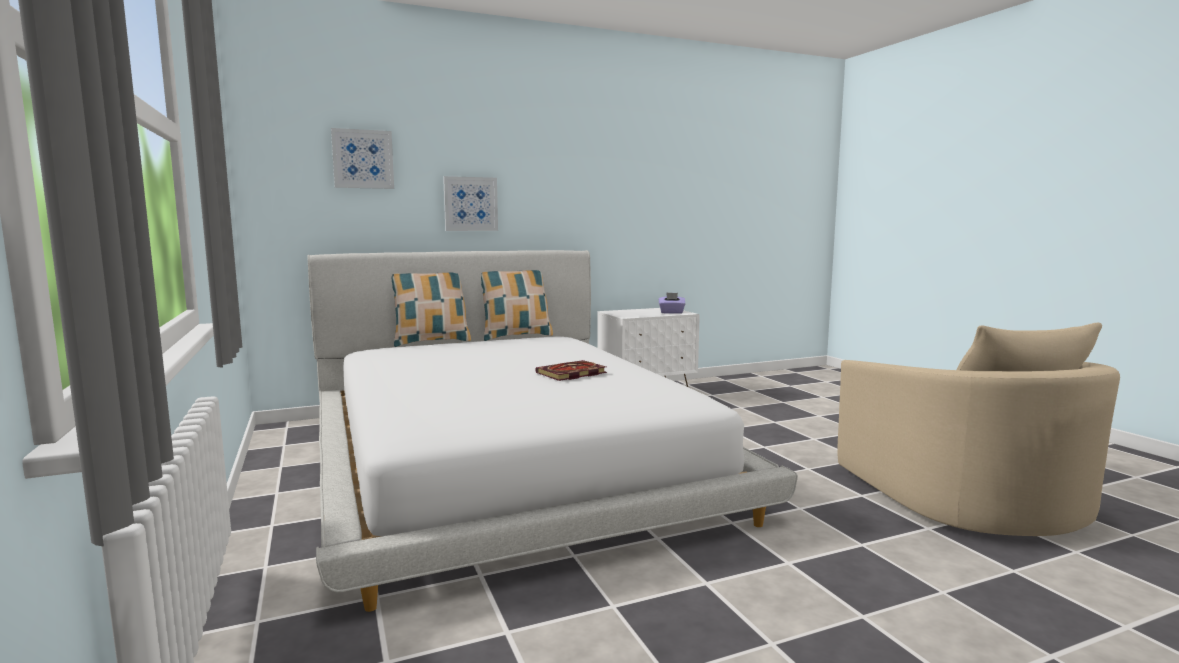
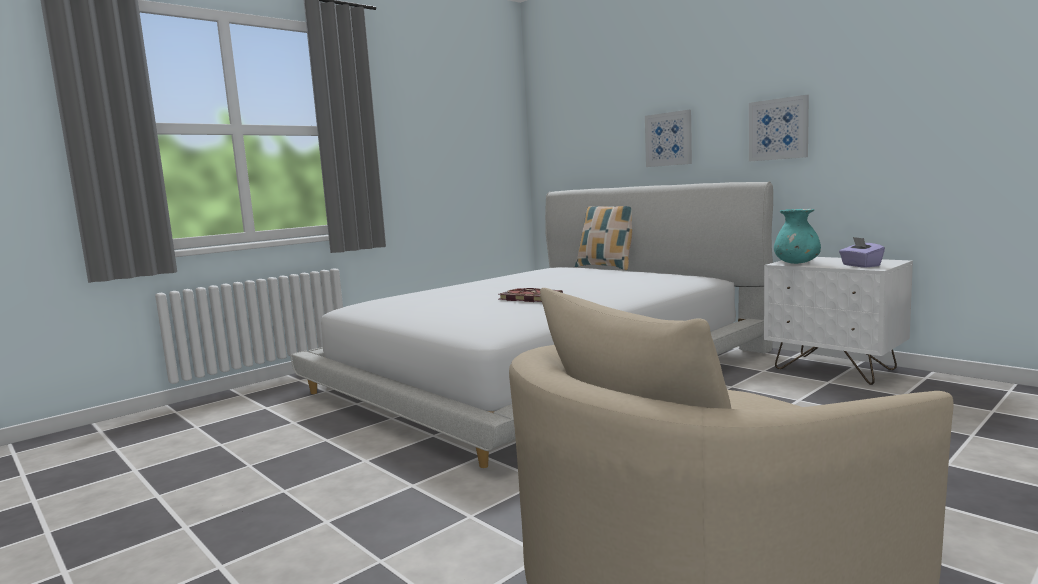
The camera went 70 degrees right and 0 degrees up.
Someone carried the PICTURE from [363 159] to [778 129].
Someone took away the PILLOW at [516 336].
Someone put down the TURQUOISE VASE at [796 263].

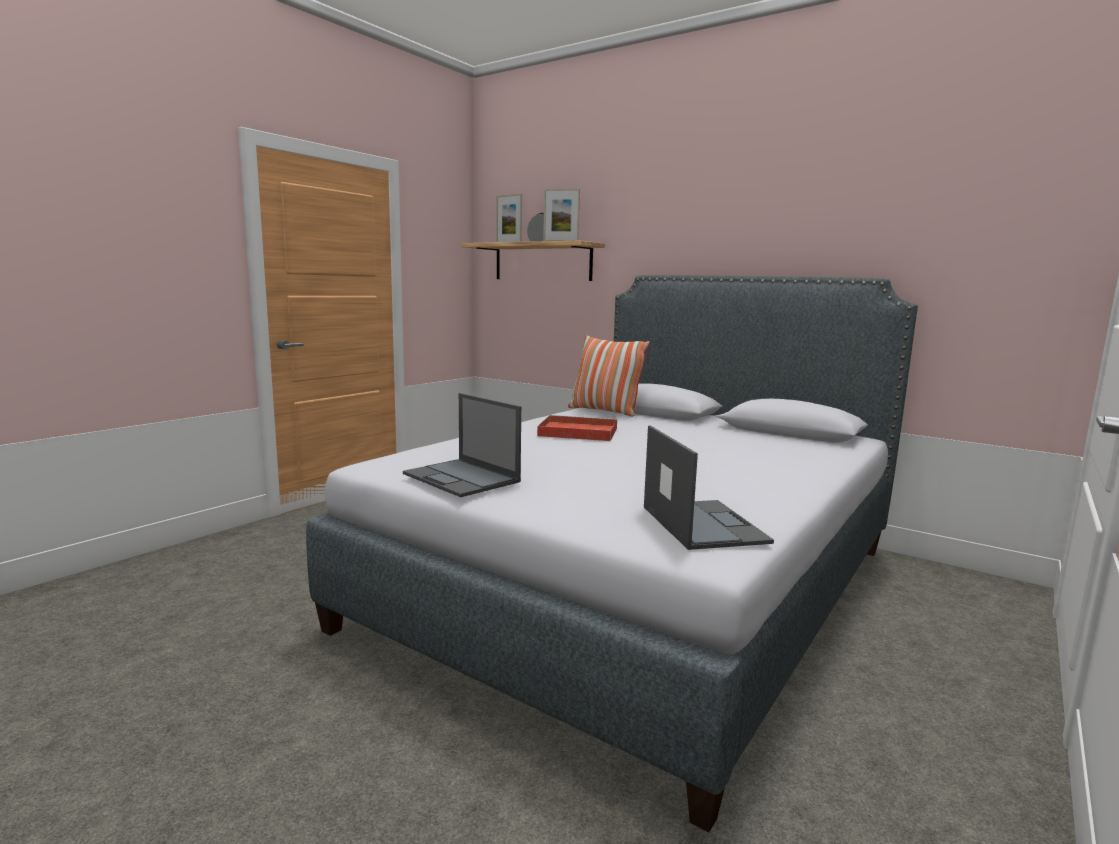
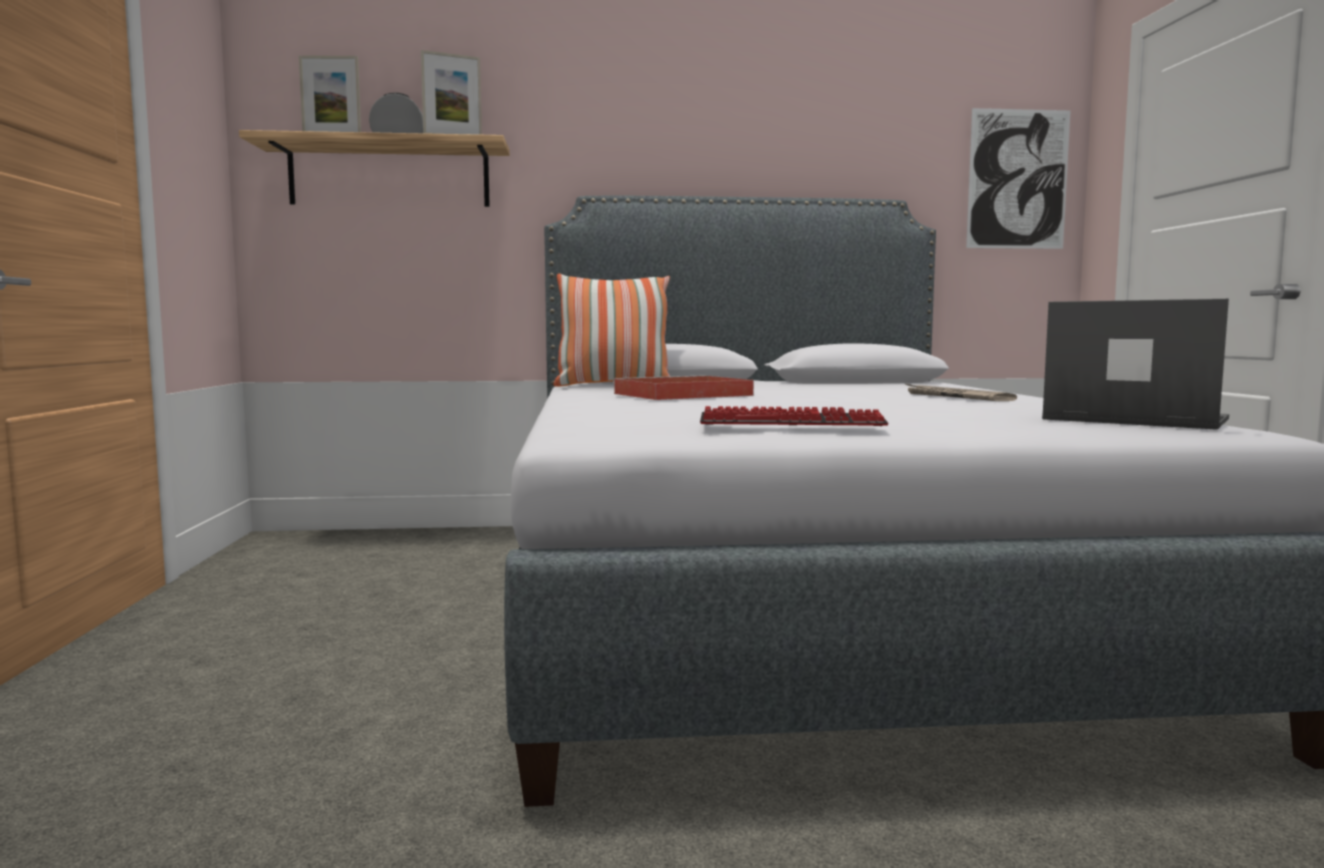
The camera went 40 degrees left and 5 degrees down.
Someone swapped the LAPTOP at [462 478] for the KEYBOARD at [791 423].
Someone put down the NEWSPAPER at [955 397].
Someone put up the PICTURE at [1018 179].

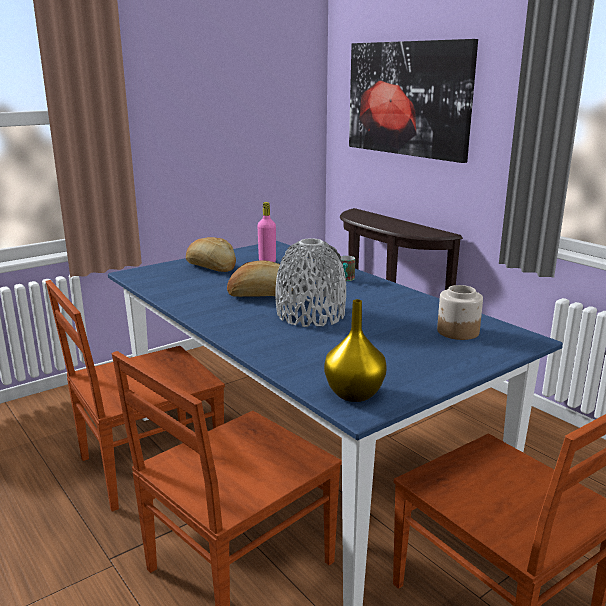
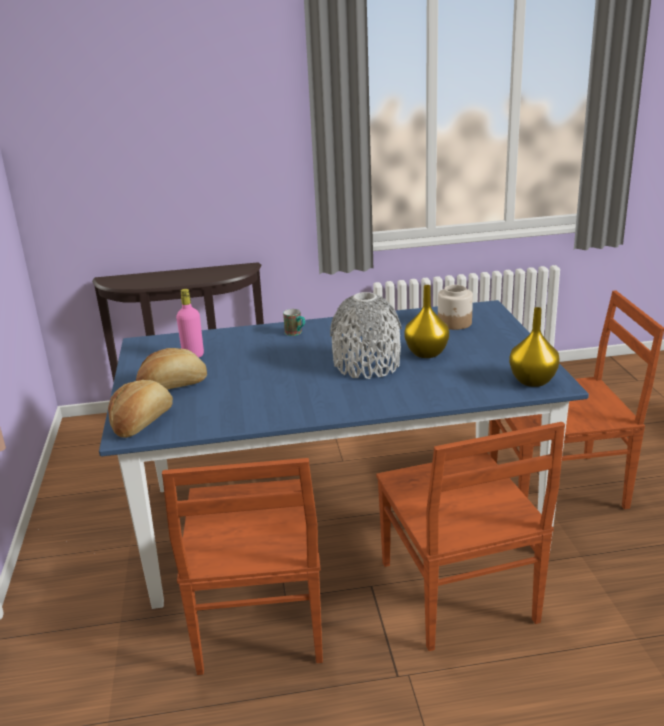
The camera went 60 degrees left and 5 degrees up.
Someone carried the BREAD from [260 295] to [142 422].
Someone took away the PICTURE at [408 99].
Someone put down the YELLOW VASE at [426 353].

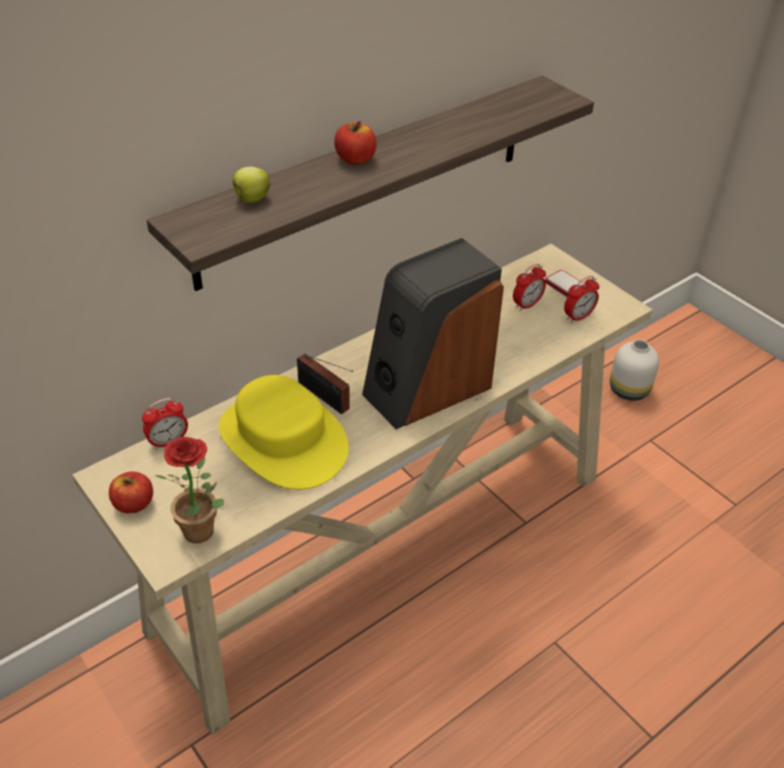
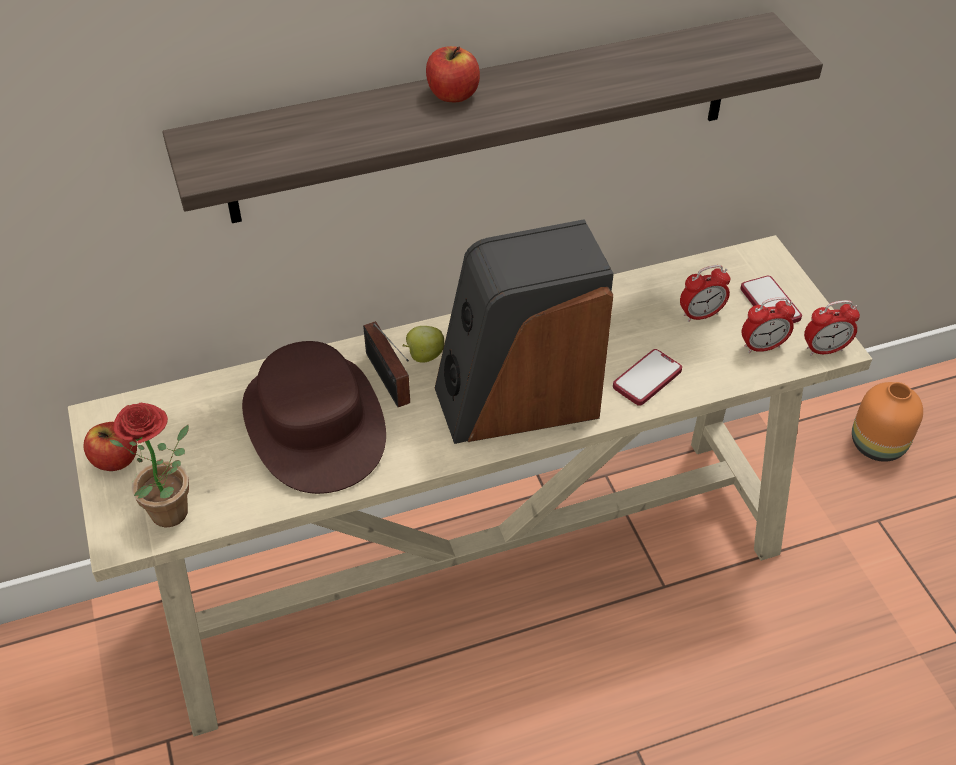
The camera went 20 degrees right and 5 degrees up.
Someone carried the ALARM CLOCK from [168 441] to [824 349].
Someone repainted the YELLOW HAT at [282 440], which became the BROWN HAT at [314 423].
Someone carried the APPLE from [251 199] to [424 356].
Someone repainted the WHITE VASE at [627 389], which became the ORANGE VASE at [876 443].
Someone put down the PHONE at [647 379].

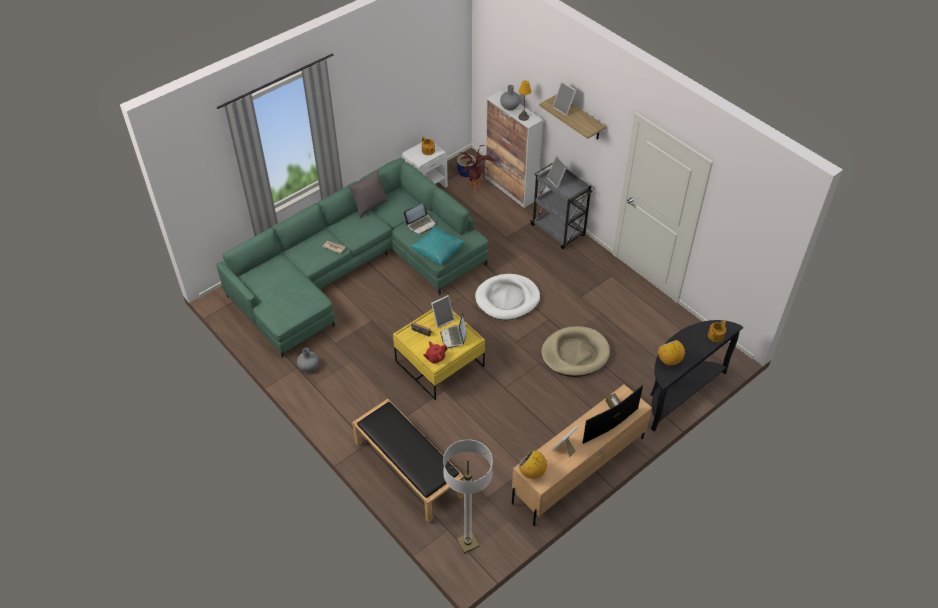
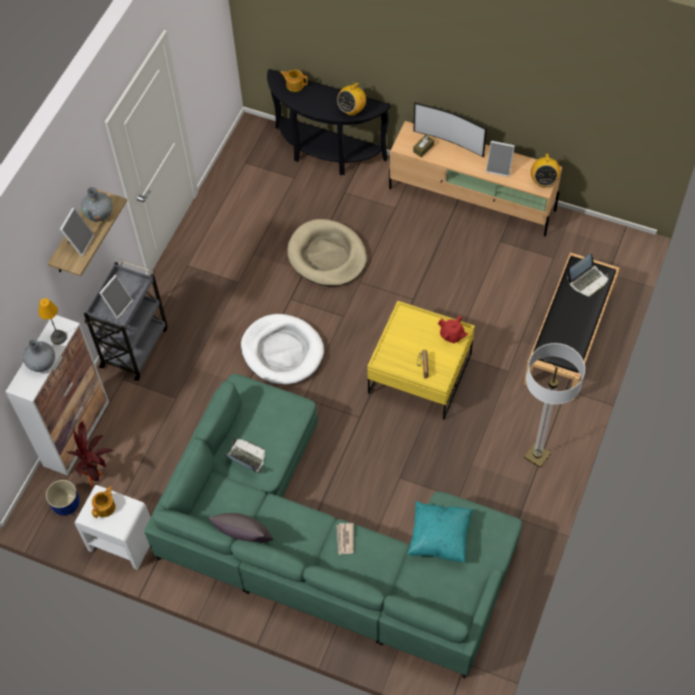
The camera went 115 degrees left and 10 degrees up.
Someone carried the GREY VASE from [309 367] to [99 214].
Someone carried the TURQUOISE PILLOW from [437 253] to [439 538].
Someone took away the PICTURE FRAME at [442 319].
Someone carried the LAPTOP from [454 337] to [587 281].
Someone carried the FLOOR LAMP from [468 543] to [537 455].

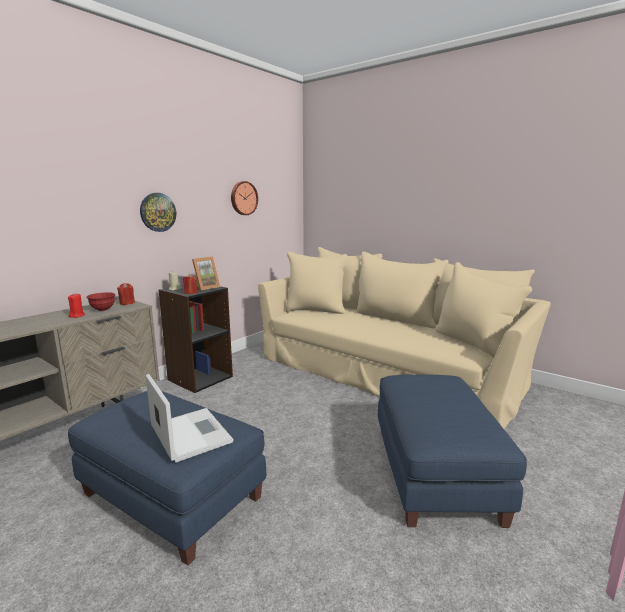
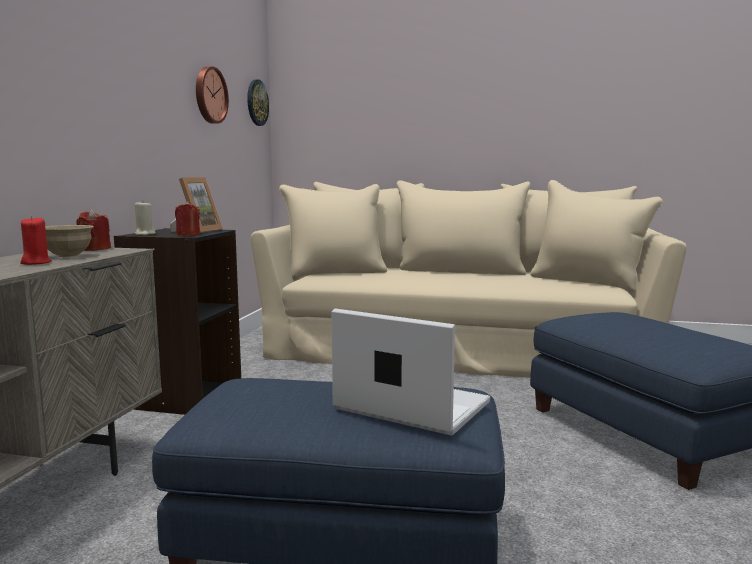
The camera went 25 degrees left and 5 degrees down.
Someone repainted the RED BOWL at [103 309], which became the BEIGE BOWL at [68 256].
Someone carried the WALL CLOCK from [158 212] to [257 102].

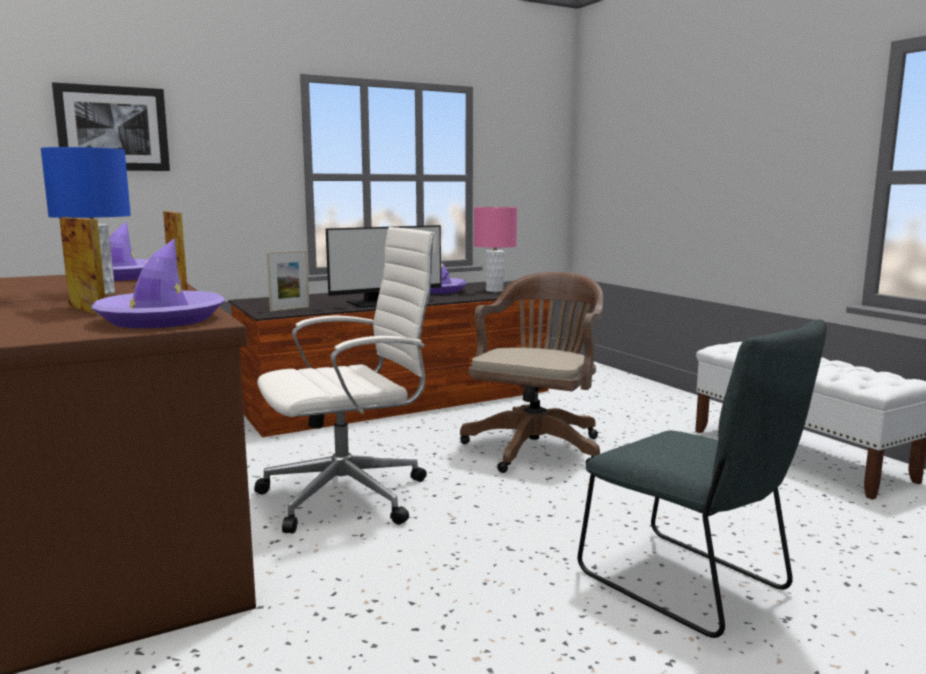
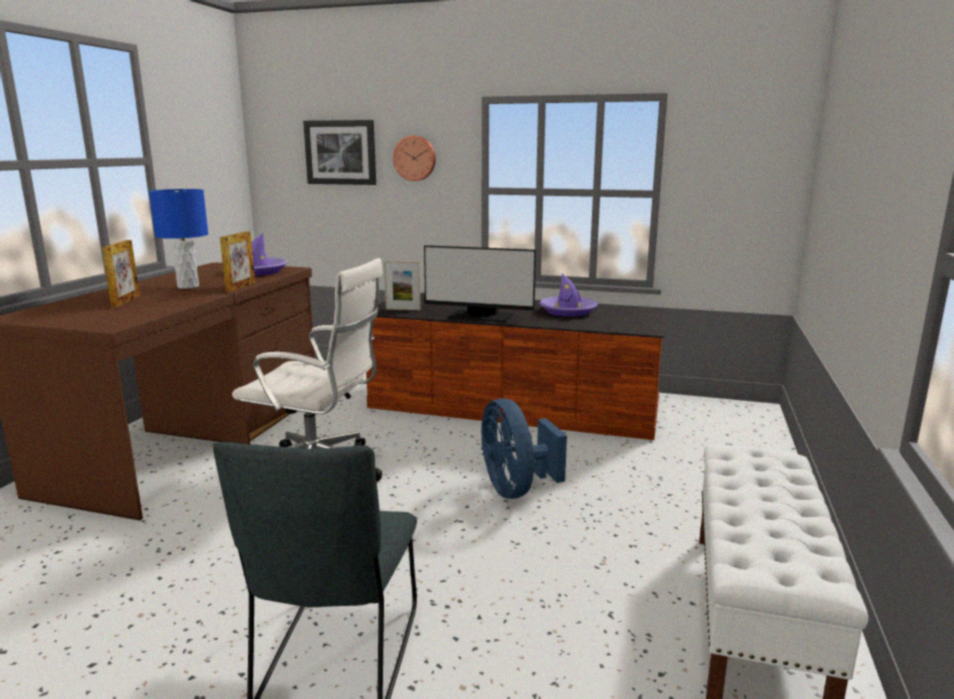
The camera went 45 degrees right and 5 degrees up.
Someone took away the PURPLE HAT at [161 320].
Someone swapped the BROWN OFFICE CHAIR at [536 446] for the BLUE FAN at [516 489].
Someone took away the PINK TABLE LAMP at [494 290].
Someone put up the WALL CLOCK at [415 158].

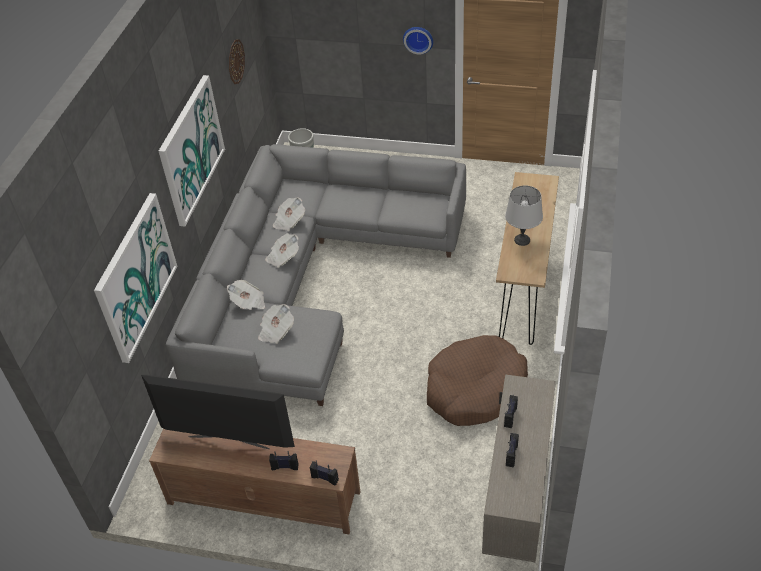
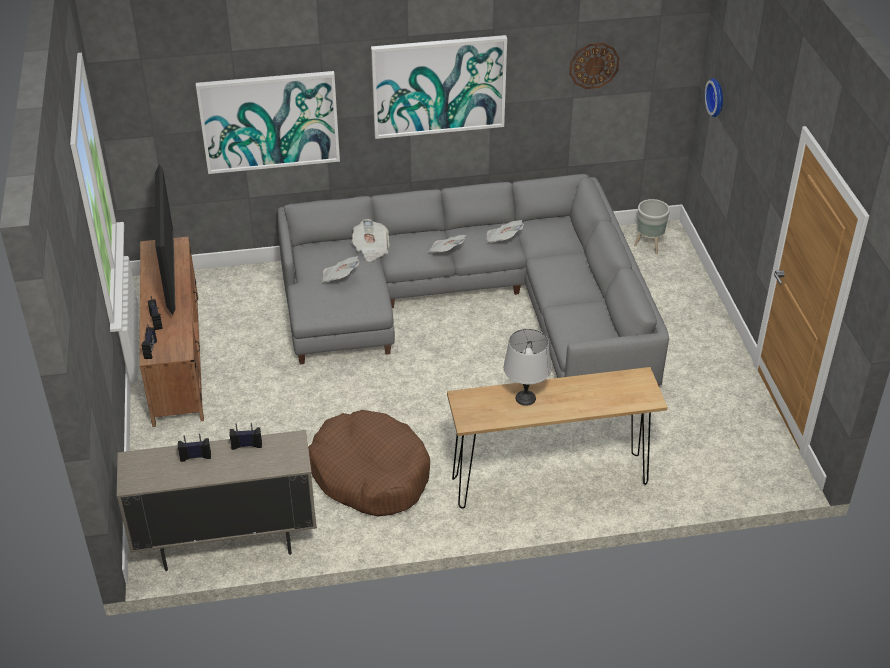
The camera went 65 degrees right and 5 degrees down.
Someone carried the WALL CLOCK from [418 39] to [717 97].

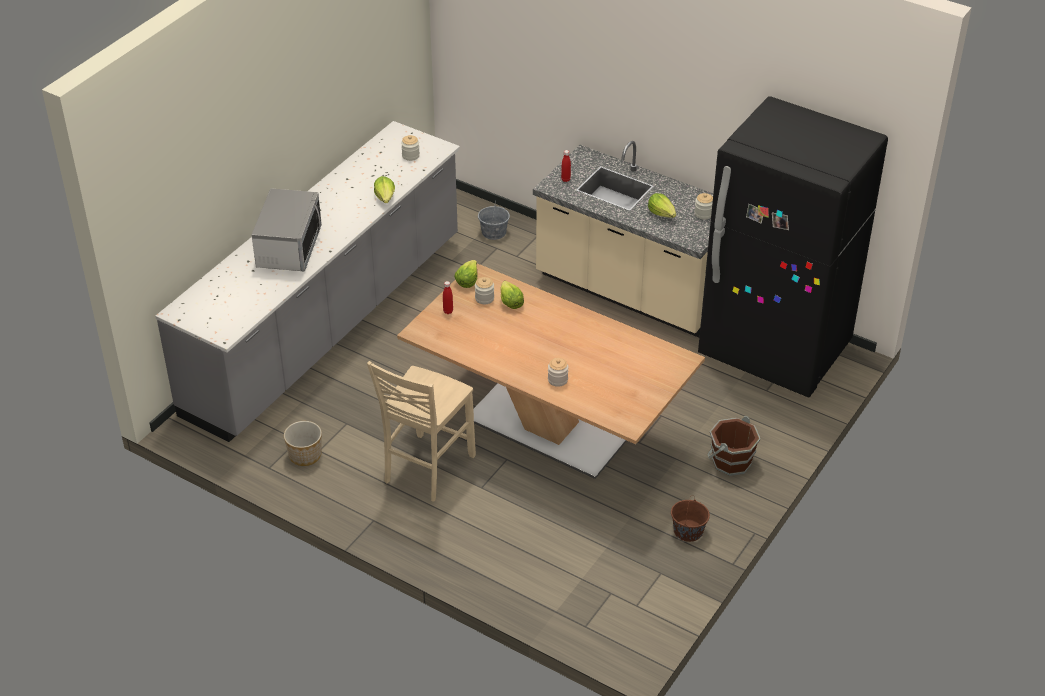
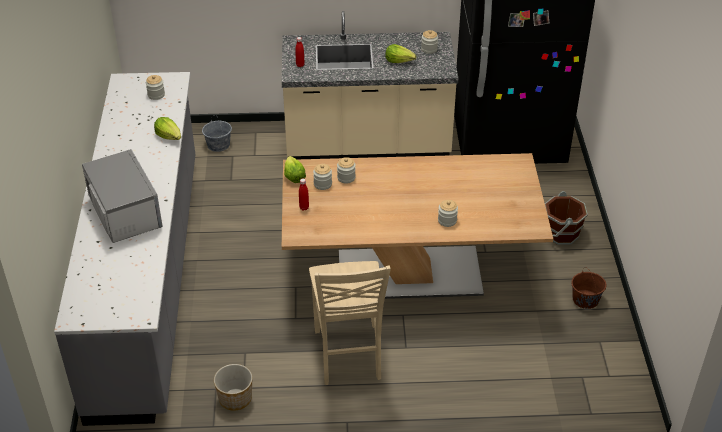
The camera went 35 degrees left and 0 degrees up.
Someone swapped the LETTUCE at [510 302] for the JAR at [346 178].

